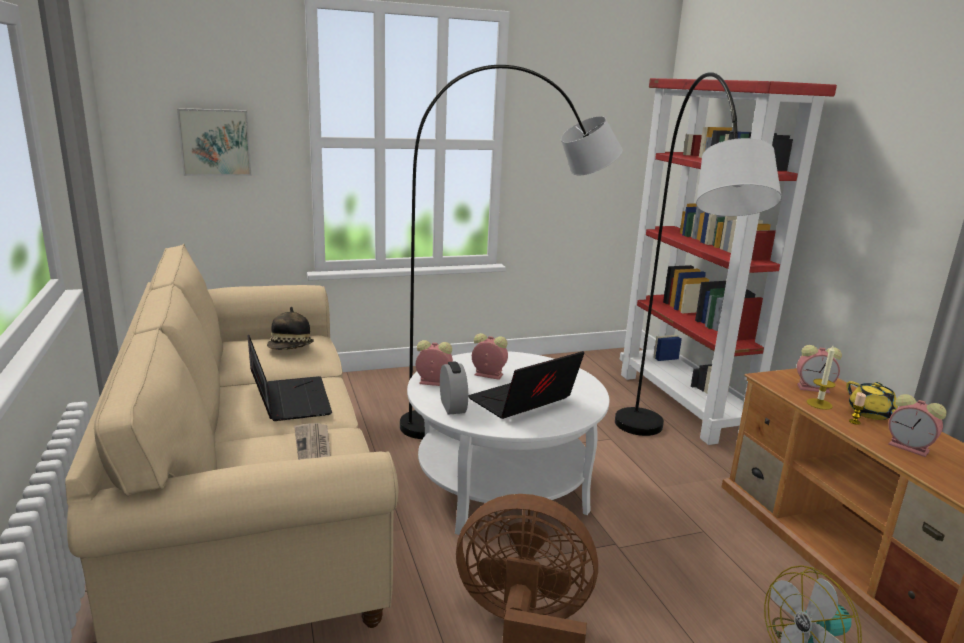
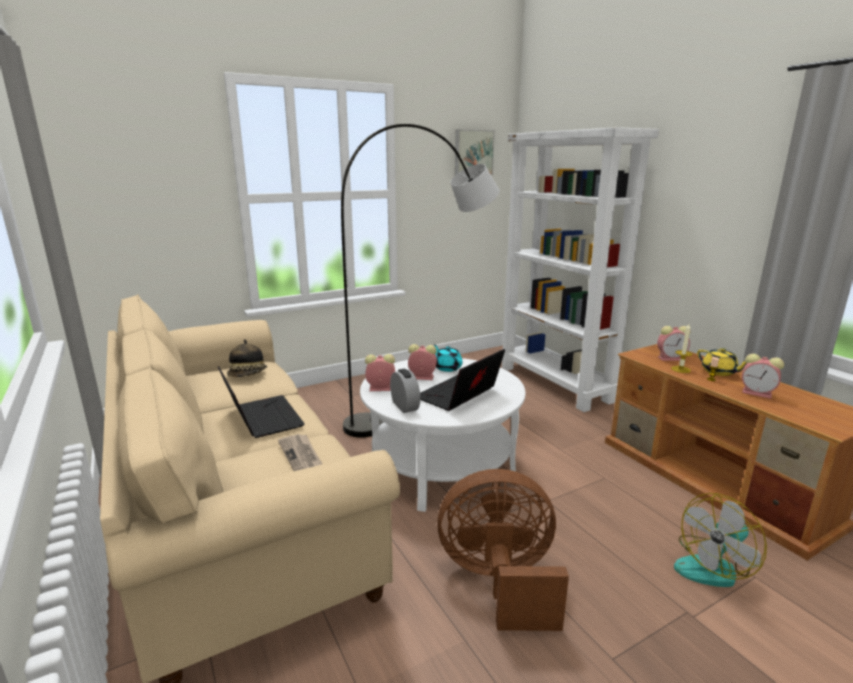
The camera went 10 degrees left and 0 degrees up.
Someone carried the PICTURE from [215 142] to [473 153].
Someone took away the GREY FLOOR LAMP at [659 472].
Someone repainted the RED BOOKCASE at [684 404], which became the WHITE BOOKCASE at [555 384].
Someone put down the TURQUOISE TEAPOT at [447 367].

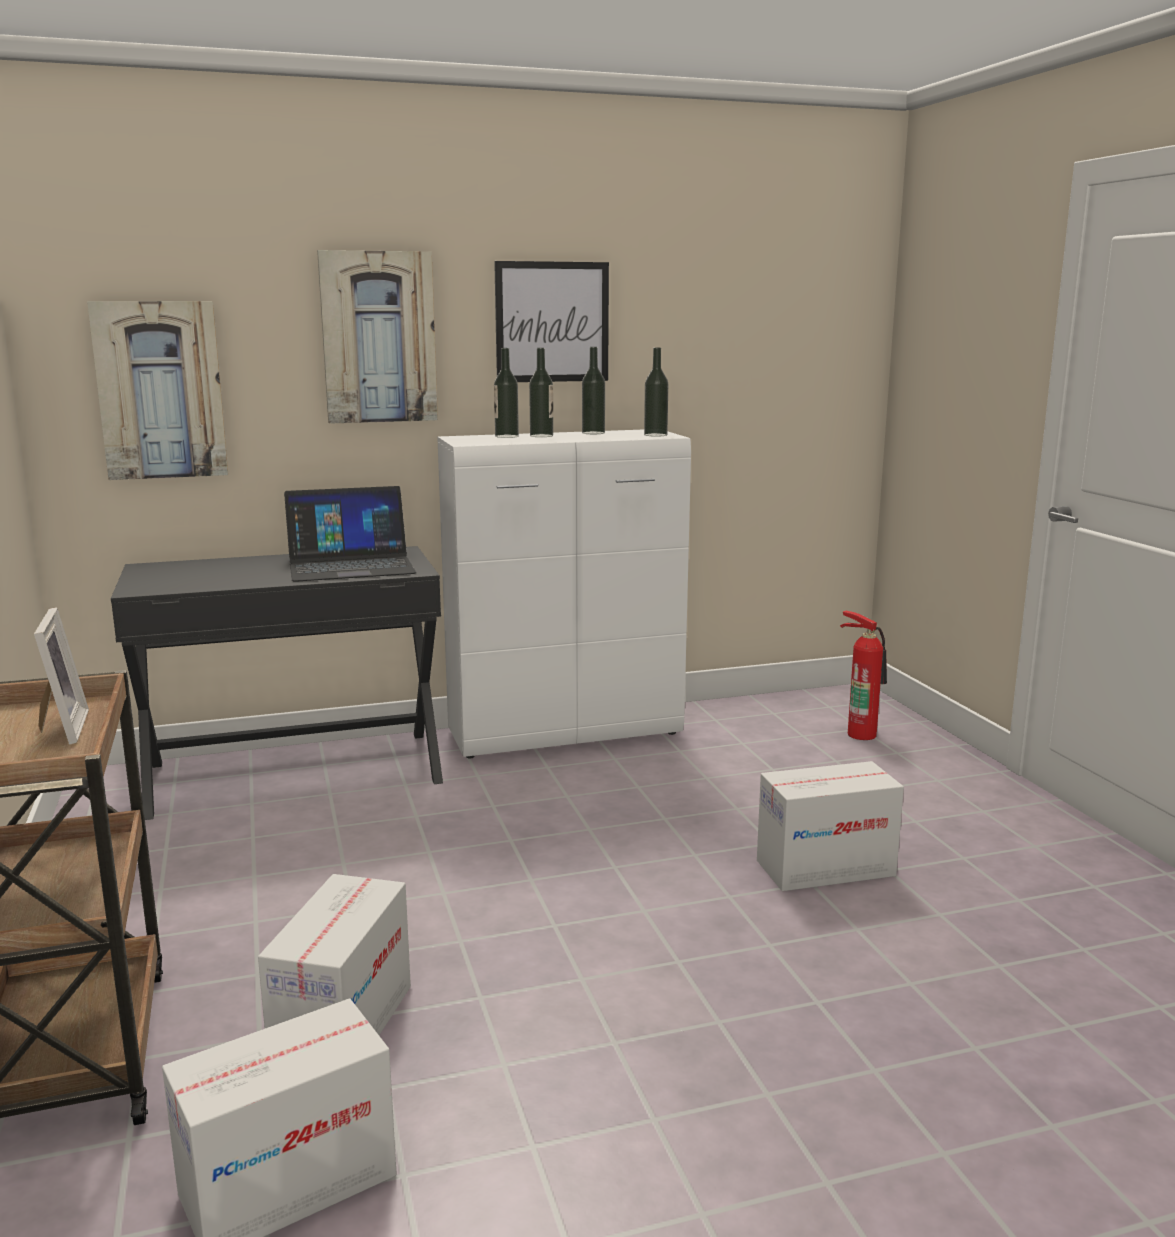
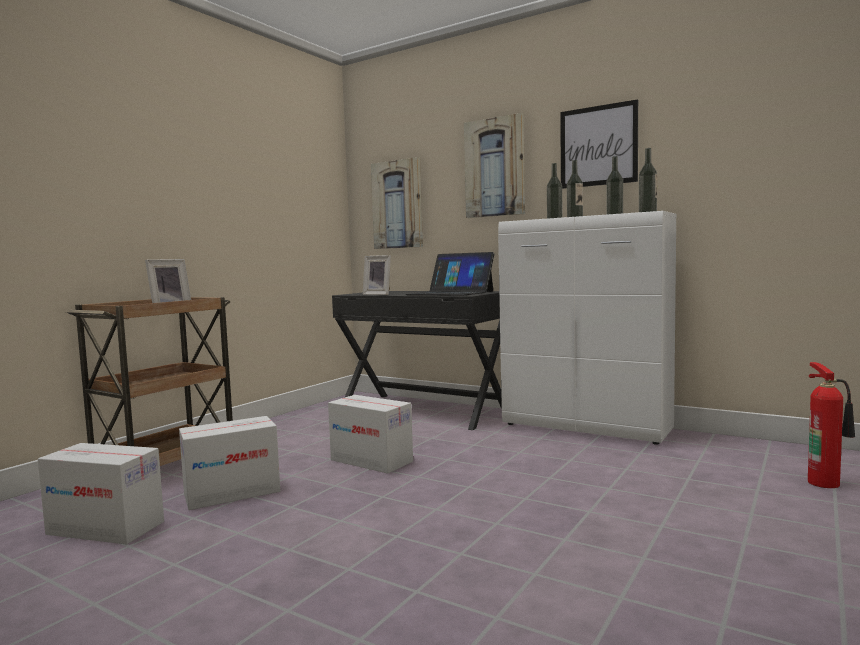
The camera went 50 degrees right and 10 degrees down.
Someone carried the CARDBOARD BOX from [825 868] to [371 461].
Someone put down the PICTURE FRAME at [379 294].

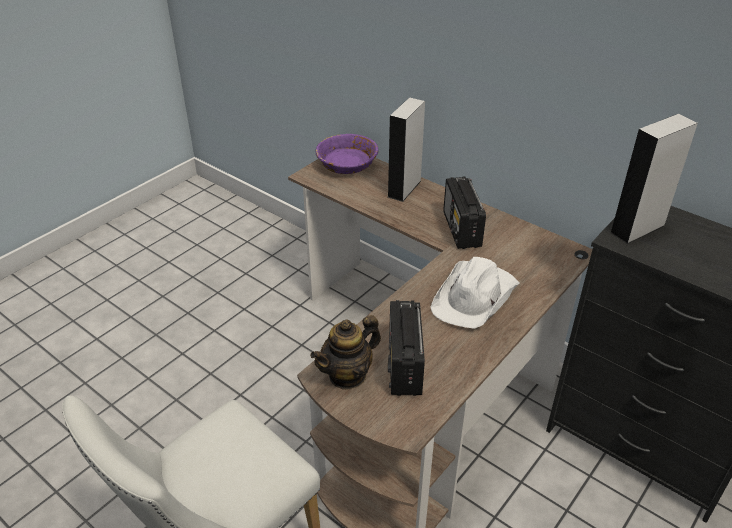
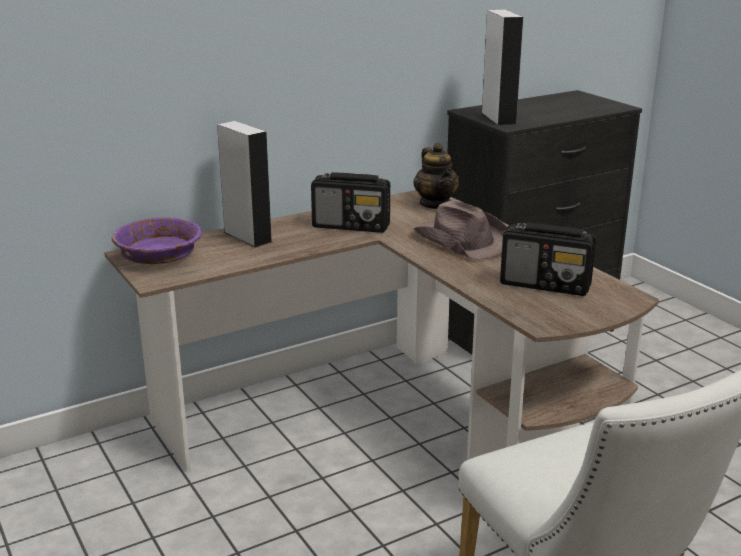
The camera went 70 degrees left and 15 degrees down.
Someone carried the TEAPOT from [347 375] to [436 204].
Someone repainted the WHITE HAT at [475 296], which became the BROWN HAT at [462 240].

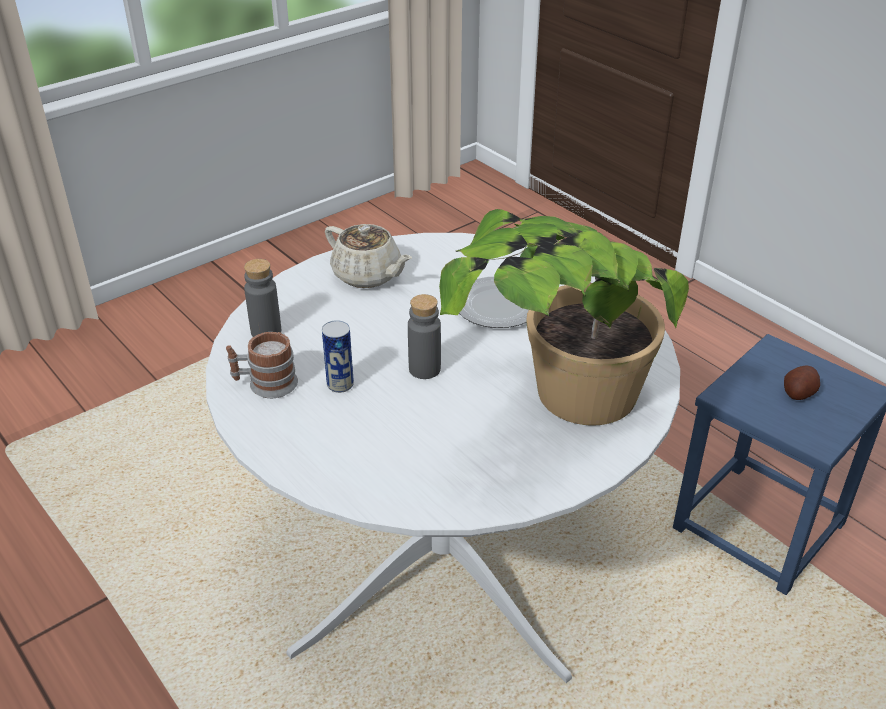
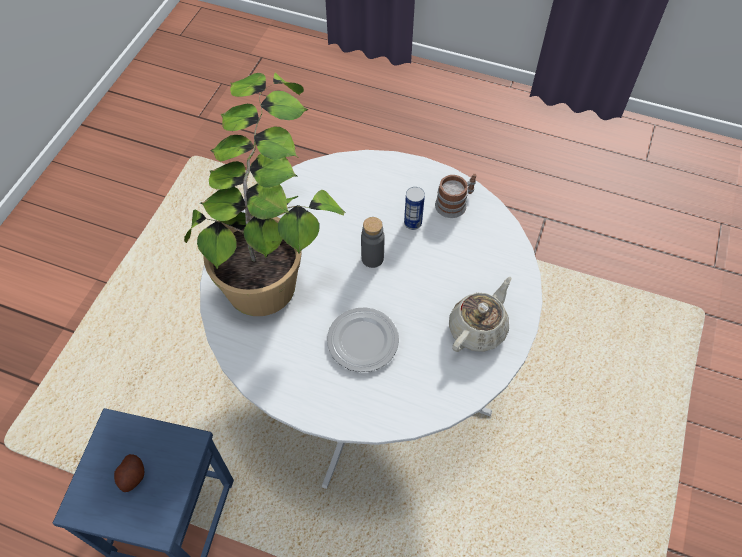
The camera went 150 degrees right and 20 degrees up.
Someone took away the GREY BOTTLE at [266 331].
Someone rotated the BEIGE TEAPOT at [368 275] by 120 degrees clockwise.

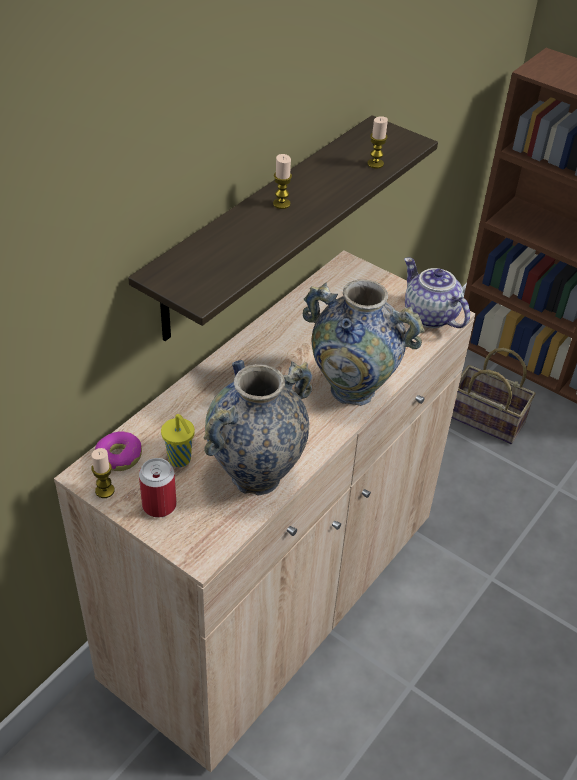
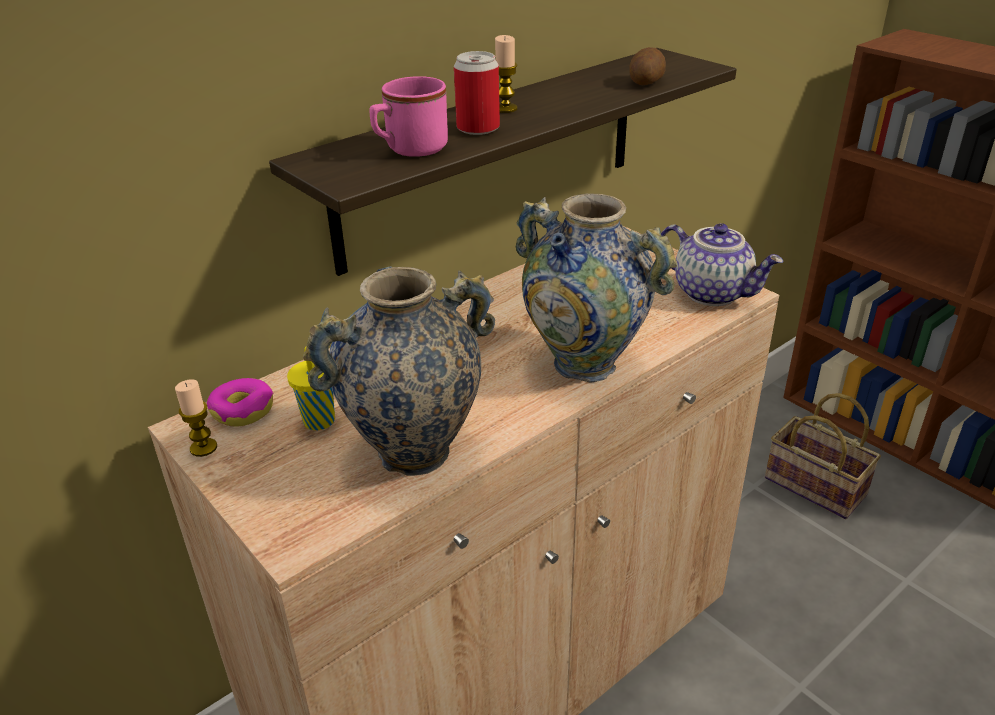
The camera went 15 degrees right and 10 degrees down.
Someone carried the CAN from [159 505] to [478 128].
Someone swapped the CANDLE at [375 164] for the POTATO at [645 82].
Someone rotated the TEAPOT at [429 316] by 150 degrees clockwise.
Someone put down the PINK MUG at [409 150].

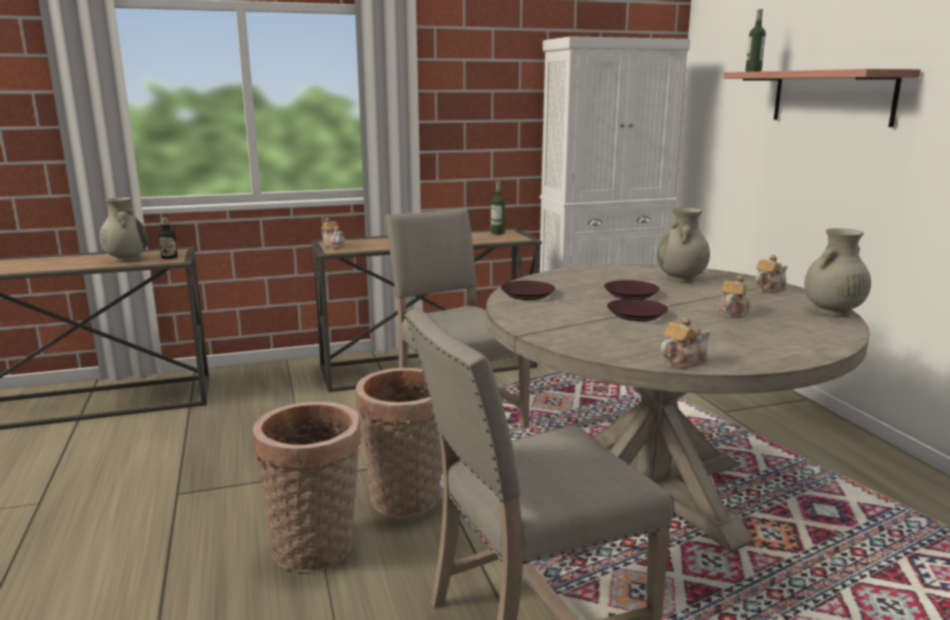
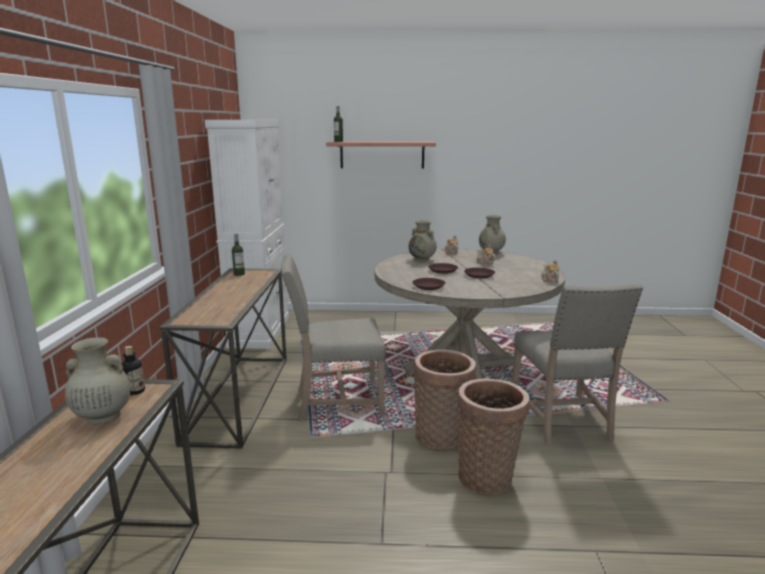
The camera went 70 degrees left and 0 degrees up.
Someone took away the TEAPOT at [333 245].

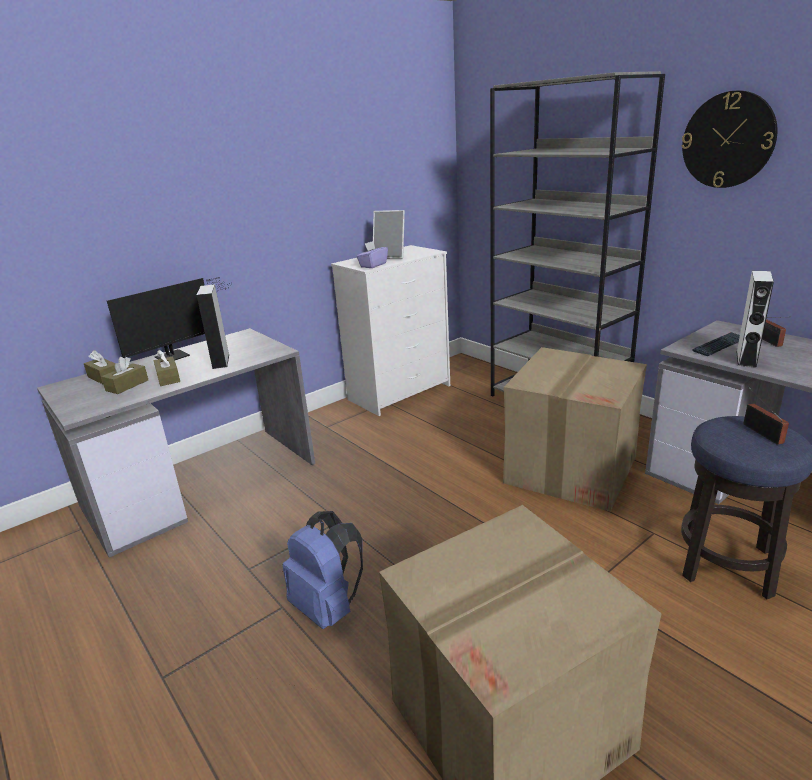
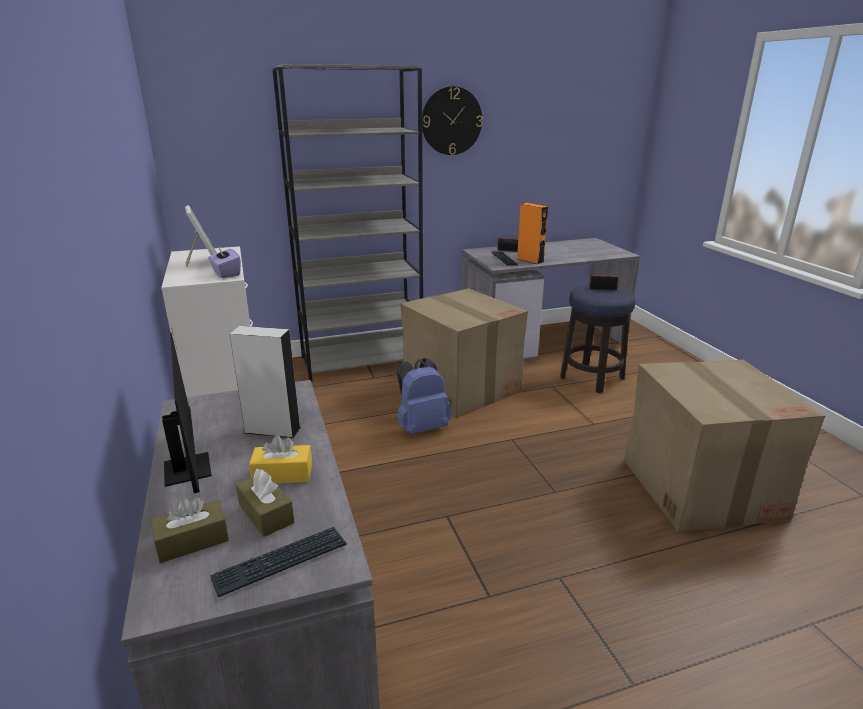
The camera went 70 degrees left and 0 degrees up.
Someone repainted the BROWN TISSUE BOX at [168 378], which became the YELLOW TISSUE BOX at [282 474].
Someone carried the BLUE BACKPACK from [328 607] to [421 427].
Someone rotated the PICTURE FRAME at [391 256] by 60 degrees counterclockwise.
Someone repainted the GREY SPEAKER at [746 359], which became the ORANGE SPEAKER at [530 260].
Someone put down the KEYBOARD at [280 562].

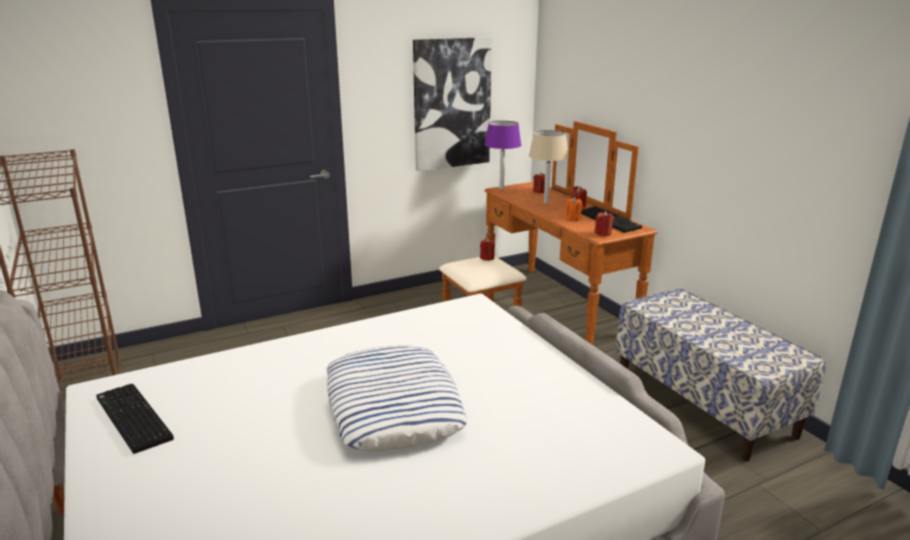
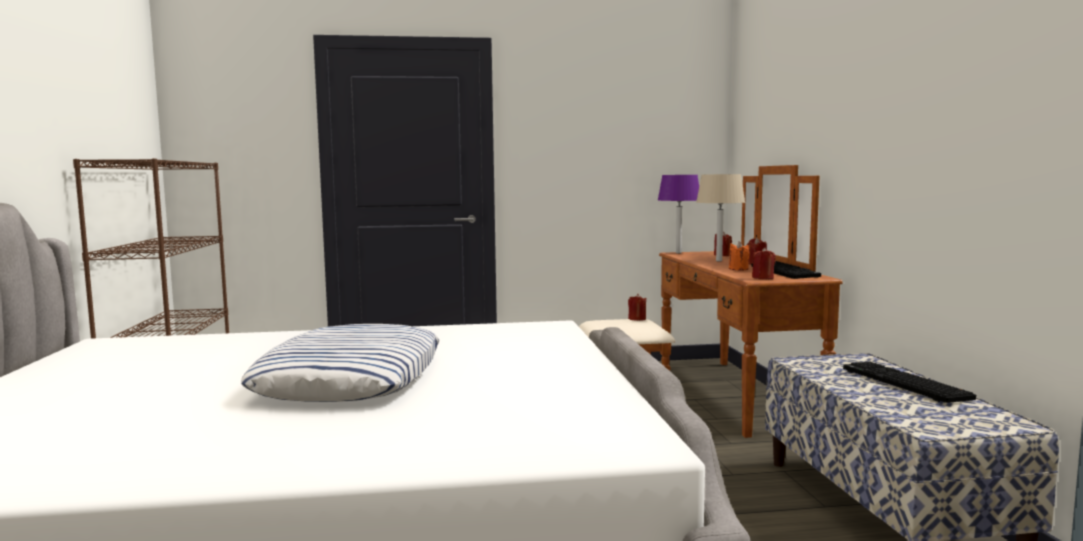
The camera went 20 degrees right and 15 degrees down.
Someone carried the KEYBOARD from [131 418] to [901 383].
Someone took away the PICTURE at [451 104].

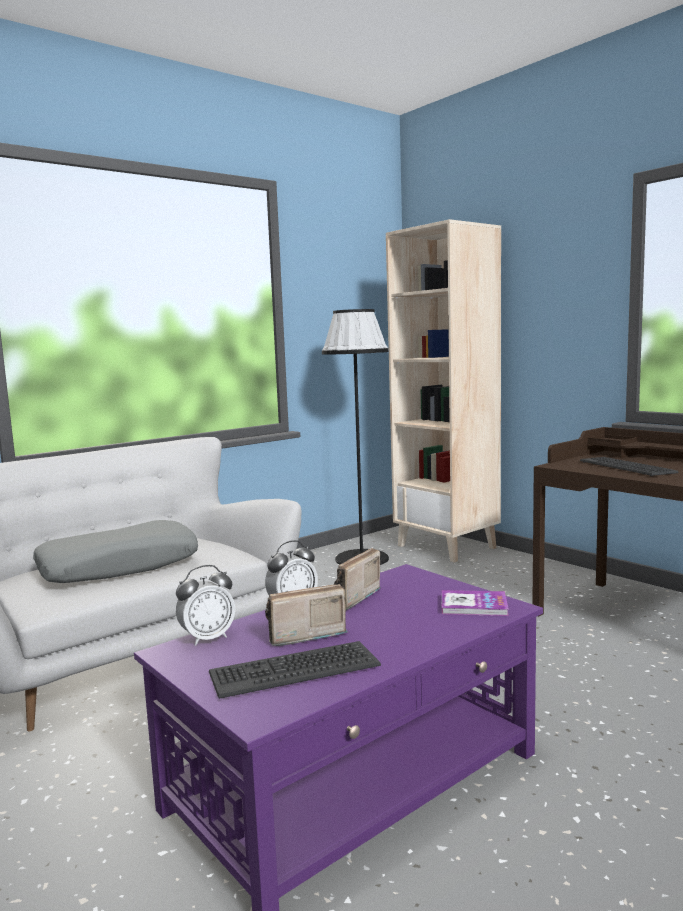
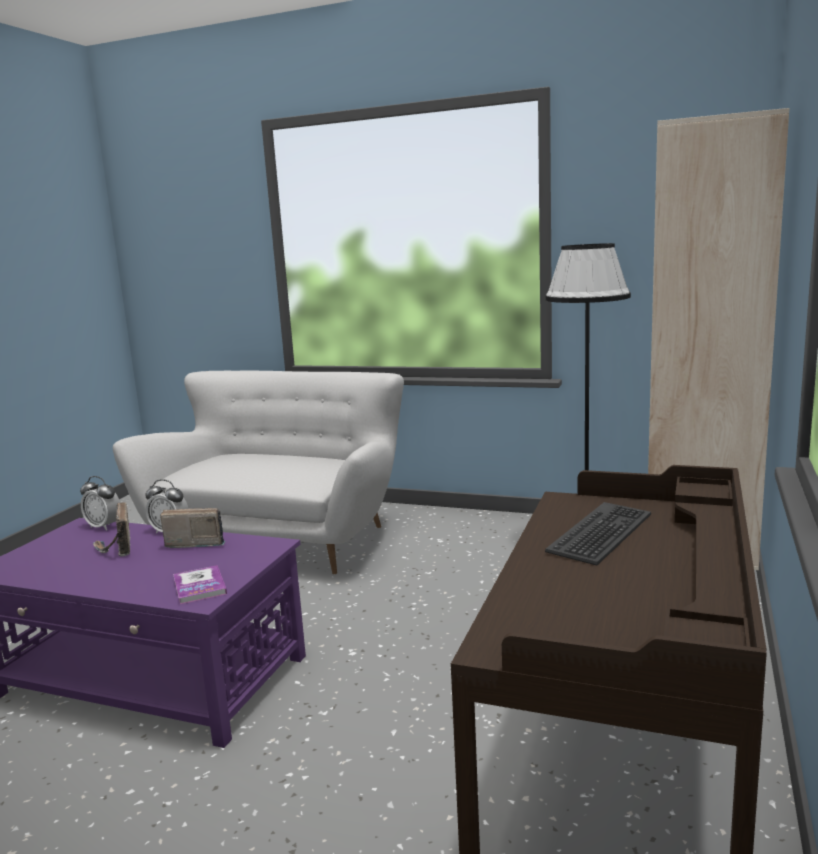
The camera went 60 degrees right and 5 degrees up.
Someone took away the GREY PILLOW at [119 567].
Someone took away the KEYBOARD at [294 669].
Someone rotated the RADIO at [303 635] by 150 degrees counterclockwise.

